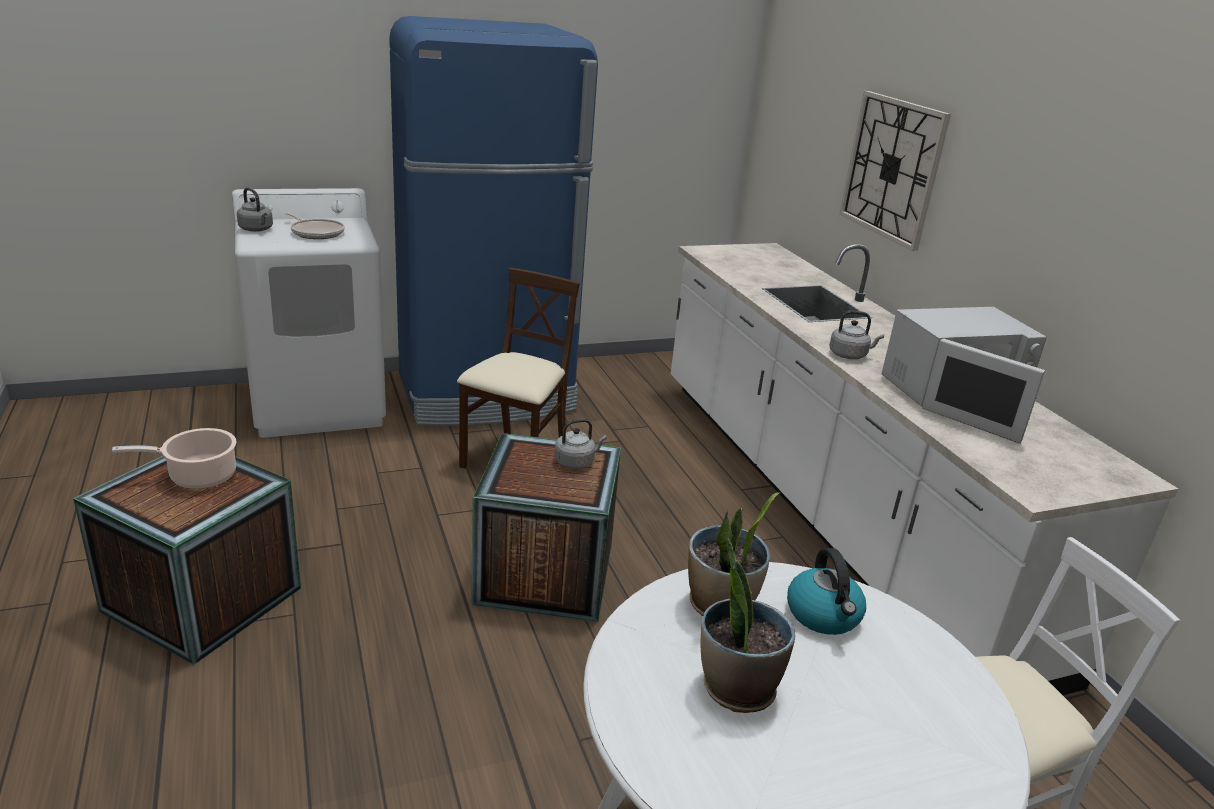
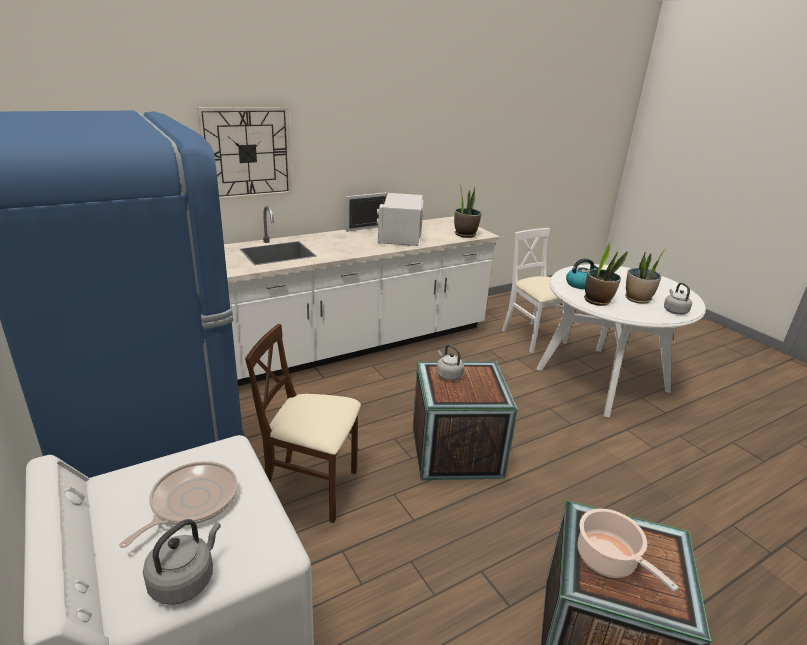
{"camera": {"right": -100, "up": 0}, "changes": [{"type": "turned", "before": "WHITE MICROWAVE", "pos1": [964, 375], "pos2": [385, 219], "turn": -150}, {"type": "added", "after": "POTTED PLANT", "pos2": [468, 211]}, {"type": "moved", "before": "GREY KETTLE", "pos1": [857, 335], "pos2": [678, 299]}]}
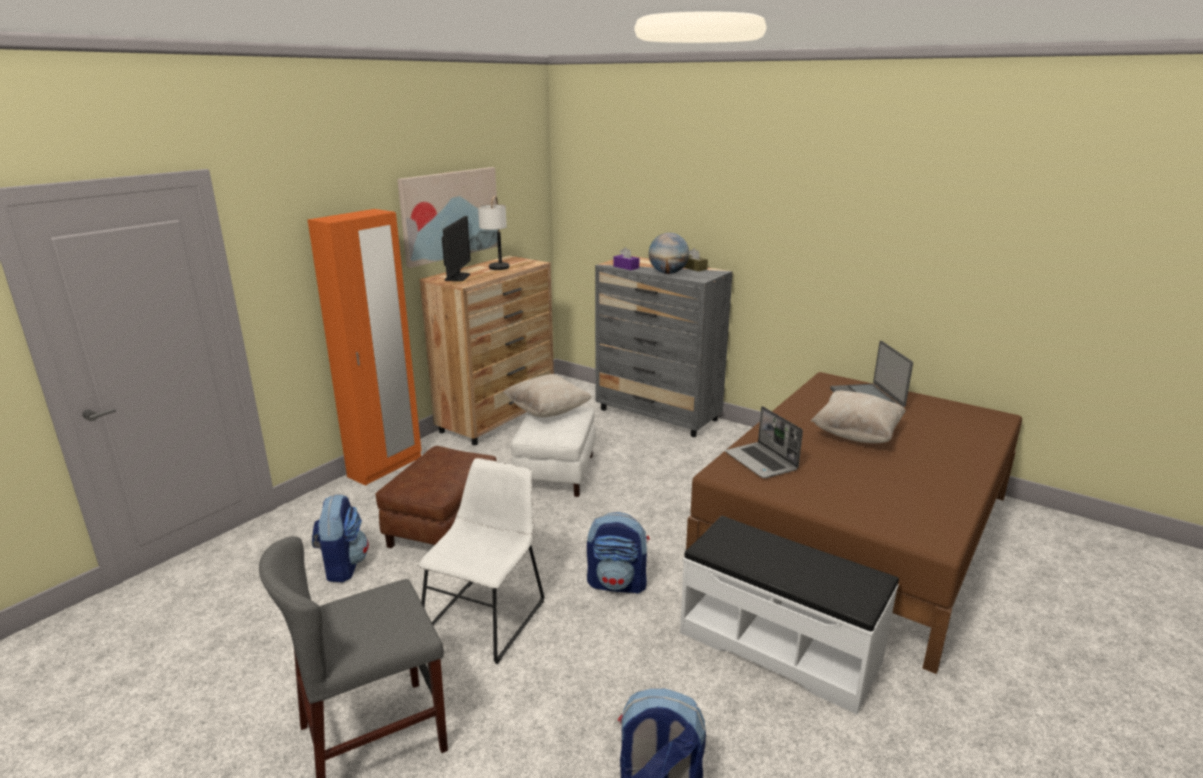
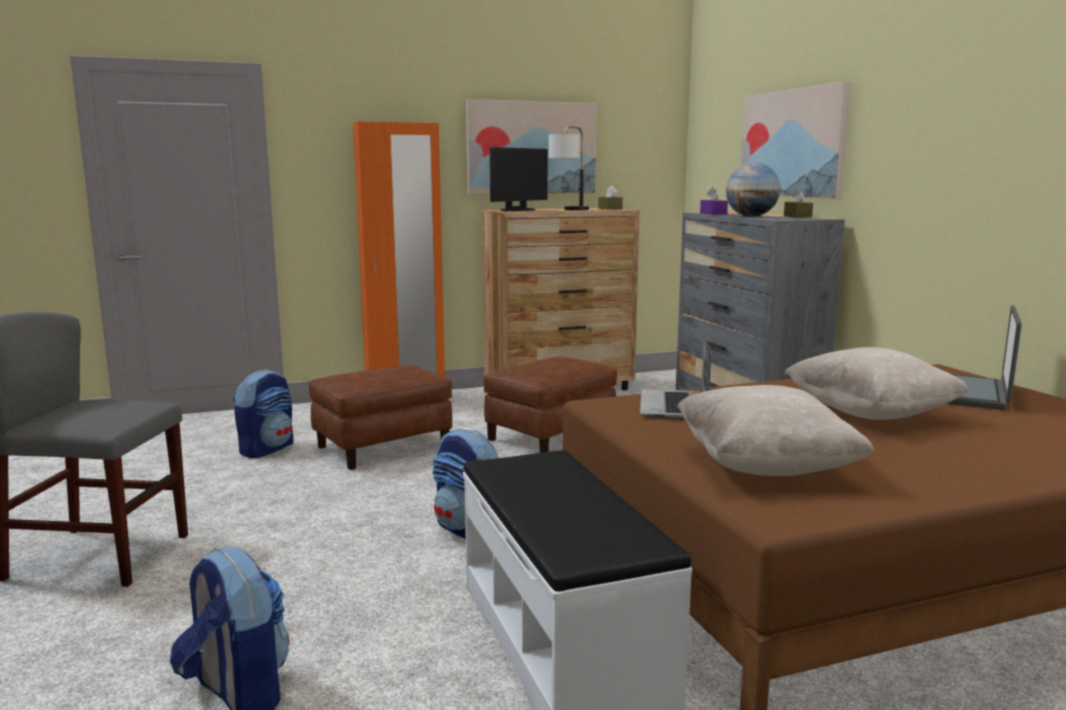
{"camera": {"right": 35, "up": -10}, "changes": [{"type": "recoloured", "before": "WHITE OTTOMAN", "after": "BROWN OTTOMAN", "pos1": [553, 451], "pos2": [550, 405]}, {"type": "added", "after": "BROWN TISSUE BOX", "pos2": [610, 198]}, {"type": "moved", "before": "BEIGE PILLOW", "pos1": [547, 395], "pos2": [775, 430]}, {"type": "added", "after": "PICTURE", "pos2": [796, 139]}, {"type": "removed", "before": "WHITE CHAIR", "pos1": [481, 561]}]}
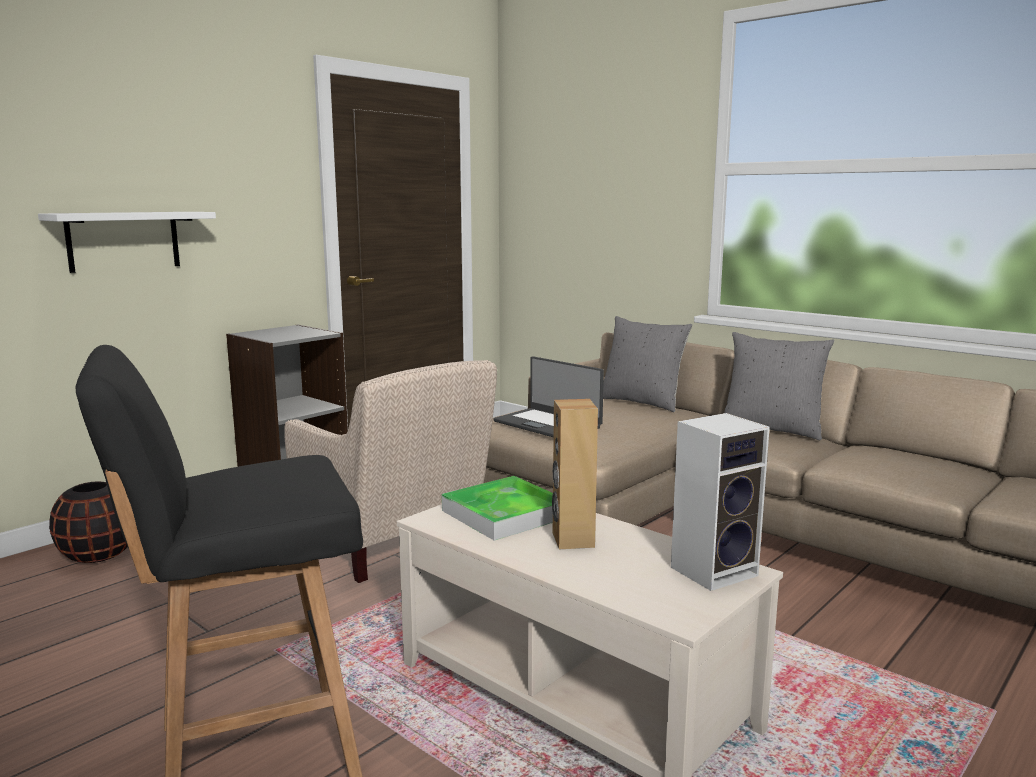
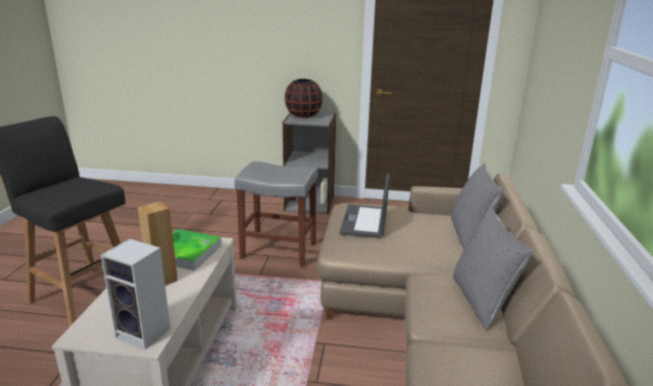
{"camera": {"right": 55, "up": 10}, "changes": [{"type": "replaced", "before": "BEIGE ARMCHAIR", "after": "GREY STOOL", "pos1": [390, 471], "pos2": [276, 214]}, {"type": "moved", "before": "BLACK VASE", "pos1": [88, 522], "pos2": [304, 98]}, {"type": "removed", "before": "WHITE SHELF", "pos1": [127, 242]}]}
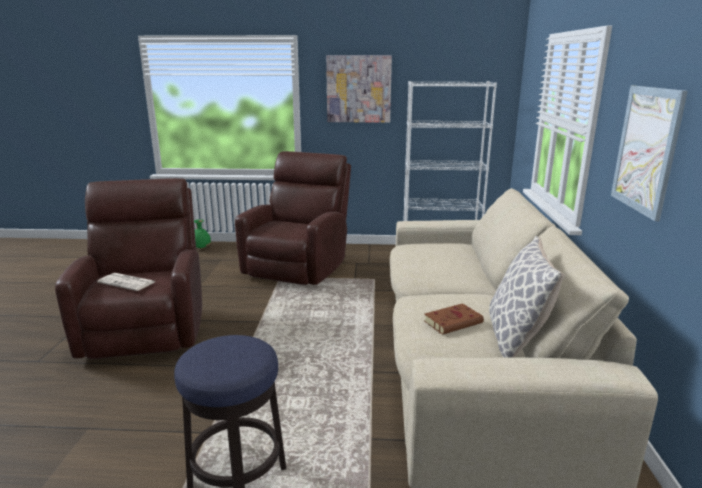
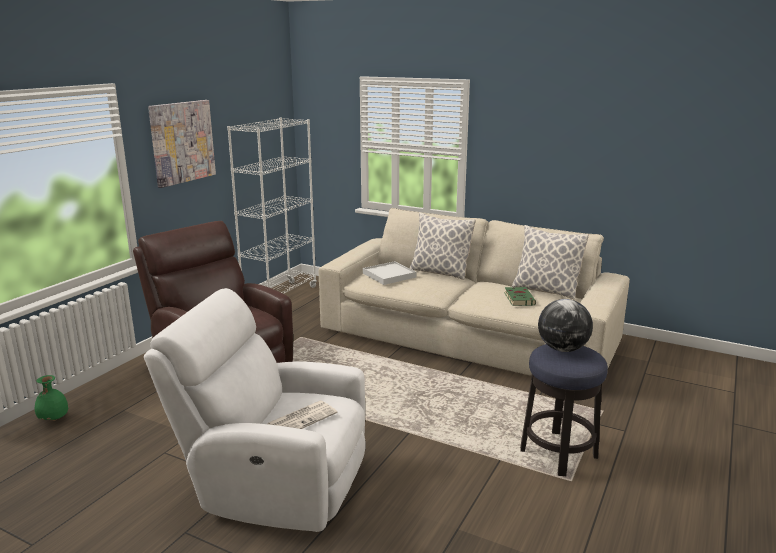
{"camera": {"right": -65, "up": 0}, "changes": [{"type": "recoloured", "before": "BROWN ARMCHAIR", "after": "WHITE ARMCHAIR", "pos1": [128, 268], "pos2": [255, 410]}, {"type": "added", "after": "WHITE TRAY", "pos2": [390, 273]}, {"type": "added", "after": "PILLOW", "pos2": [443, 246]}, {"type": "recoloured", "before": "BROWN BOOK", "after": "GREEN BOOK", "pos1": [454, 319], "pos2": [520, 296]}, {"type": "added", "after": "GLOBE", "pos2": [565, 325]}, {"type": "removed", "before": "PICTURE", "pos1": [649, 153]}]}
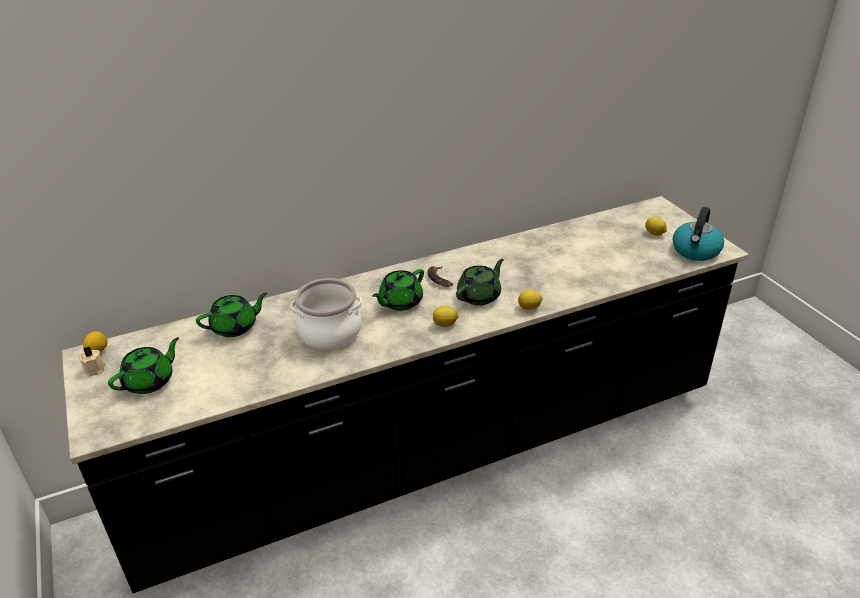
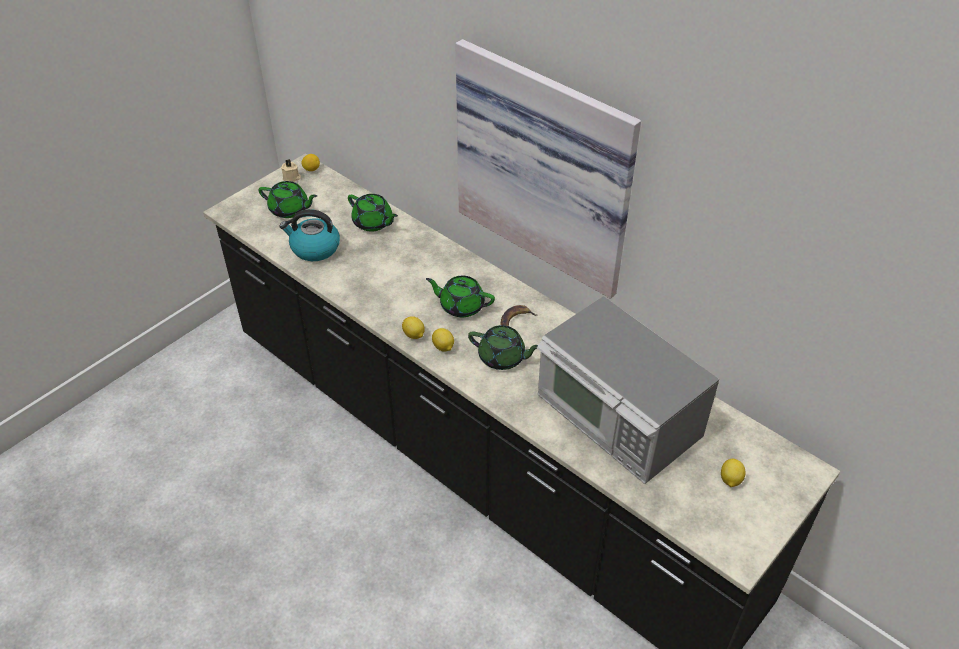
{"camera": {"right": 65, "up": 10}, "changes": [{"type": "moved", "before": "KETTLE", "pos1": [698, 234], "pos2": [310, 235]}, {"type": "moved", "before": "LEMON", "pos1": [530, 299], "pos2": [413, 327]}, {"type": "added", "after": "PICTURE", "pos2": [548, 169]}, {"type": "added", "after": "MICROWAVE", "pos2": [628, 390]}, {"type": "removed", "before": "COOKING POT", "pos1": [326, 314]}]}
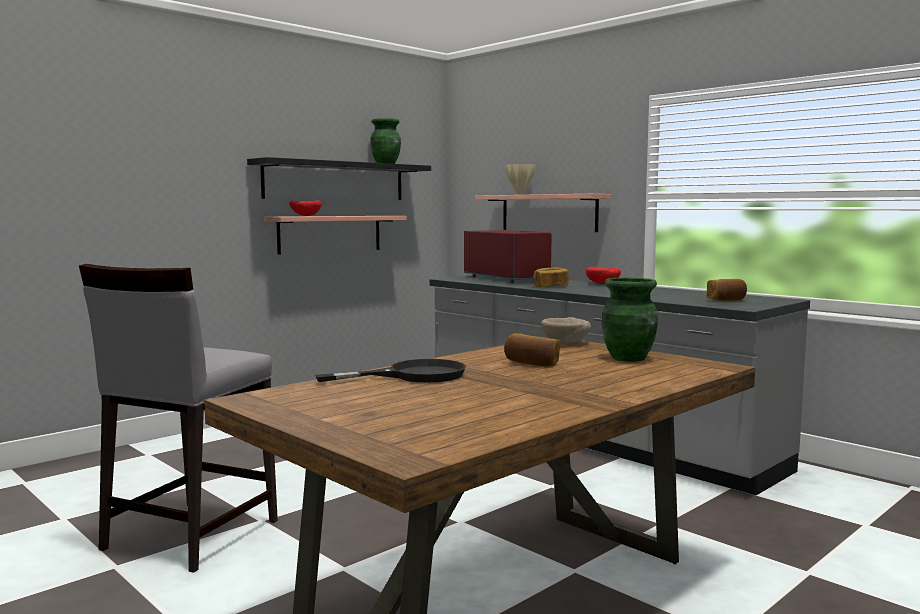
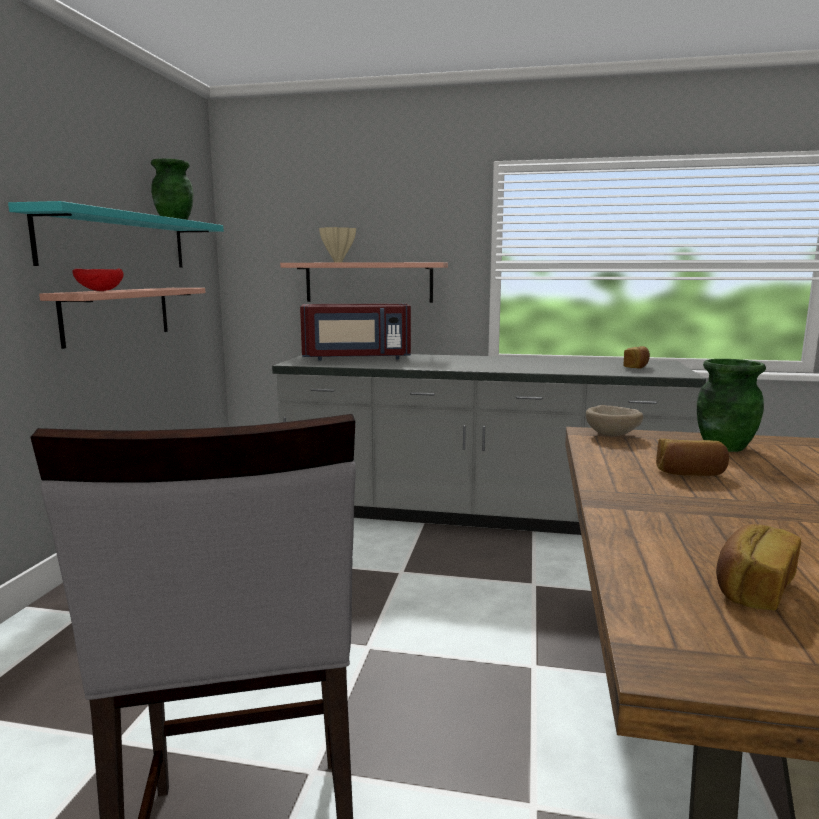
{"camera": {"right": -35, "up": 5}, "changes": [{"type": "recoloured", "before": "BLACK SHELF", "after": "TURQUOISE SHELF", "pos1": [339, 178], "pos2": [116, 234]}, {"type": "turned", "before": "RED MICROWAVE", "pos1": [508, 256], "pos2": [355, 332], "turn": 150}, {"type": "moved", "before": "BREAD", "pos1": [550, 277], "pos2": [758, 567]}, {"type": "removed", "before": "BLACK FRYING PAN", "pos1": [390, 371]}, {"type": "removed", "before": "RED BOWL", "pos1": [603, 275]}]}
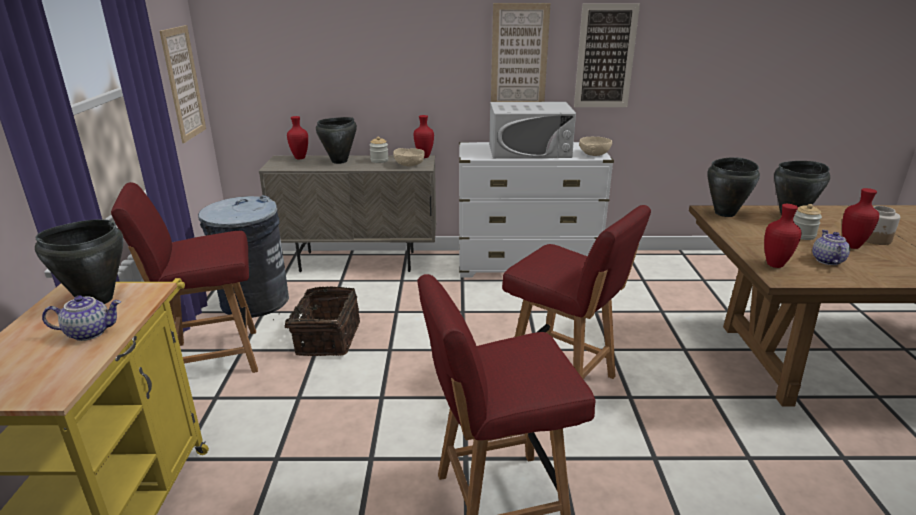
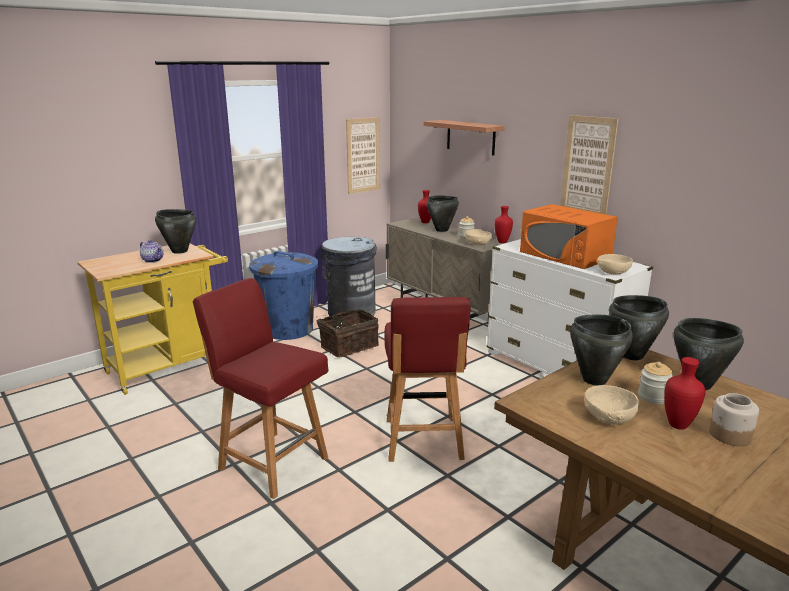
{"camera": {"right": 50, "up": -5}, "changes": [{"type": "replaced", "before": "RED CHAIR", "after": "BLUE TRASH CAN", "pos1": [184, 277], "pos2": [283, 295]}, {"type": "added", "after": "SHELF", "pos2": [464, 137]}, {"type": "recoloured", "before": "WHITE MICROWAVE", "after": "ORANGE MICROWAVE", "pos1": [532, 130], "pos2": [569, 236]}, {"type": "added", "after": "BLACK COOKING POT", "pos2": [601, 350]}, {"type": "replaced", "before": "TEAPOT", "after": "BEIGE BOWL", "pos1": [831, 247], "pos2": [612, 405]}, {"type": "removed", "before": "PICTURE", "pos1": [607, 55]}, {"type": "removed", "before": "RED VASE", "pos1": [783, 236]}]}
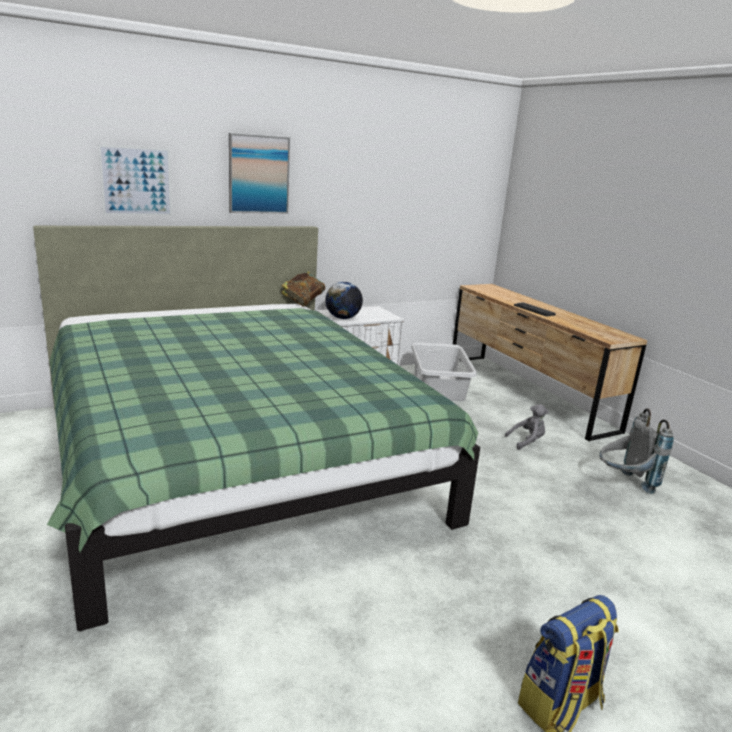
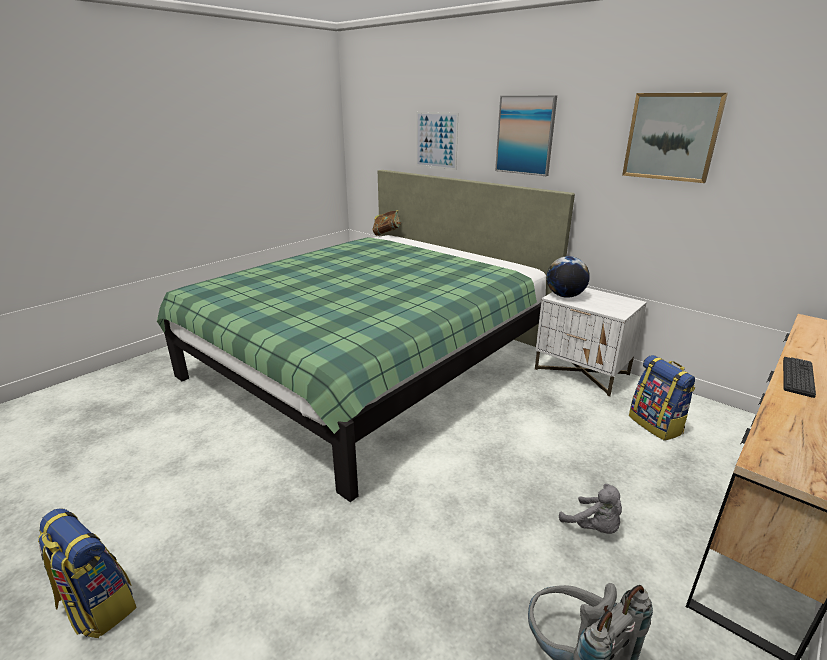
{"camera": {"right": 70, "up": 5}, "changes": [{"type": "moved", "before": "BOOK", "pos1": [303, 289], "pos2": [386, 223]}, {"type": "added", "after": "PICTURE", "pos2": [675, 138]}, {"type": "replaced", "before": "GREY LAUNDRY BASKET", "after": "BACKPACK", "pos1": [444, 372], "pos2": [662, 398]}]}
